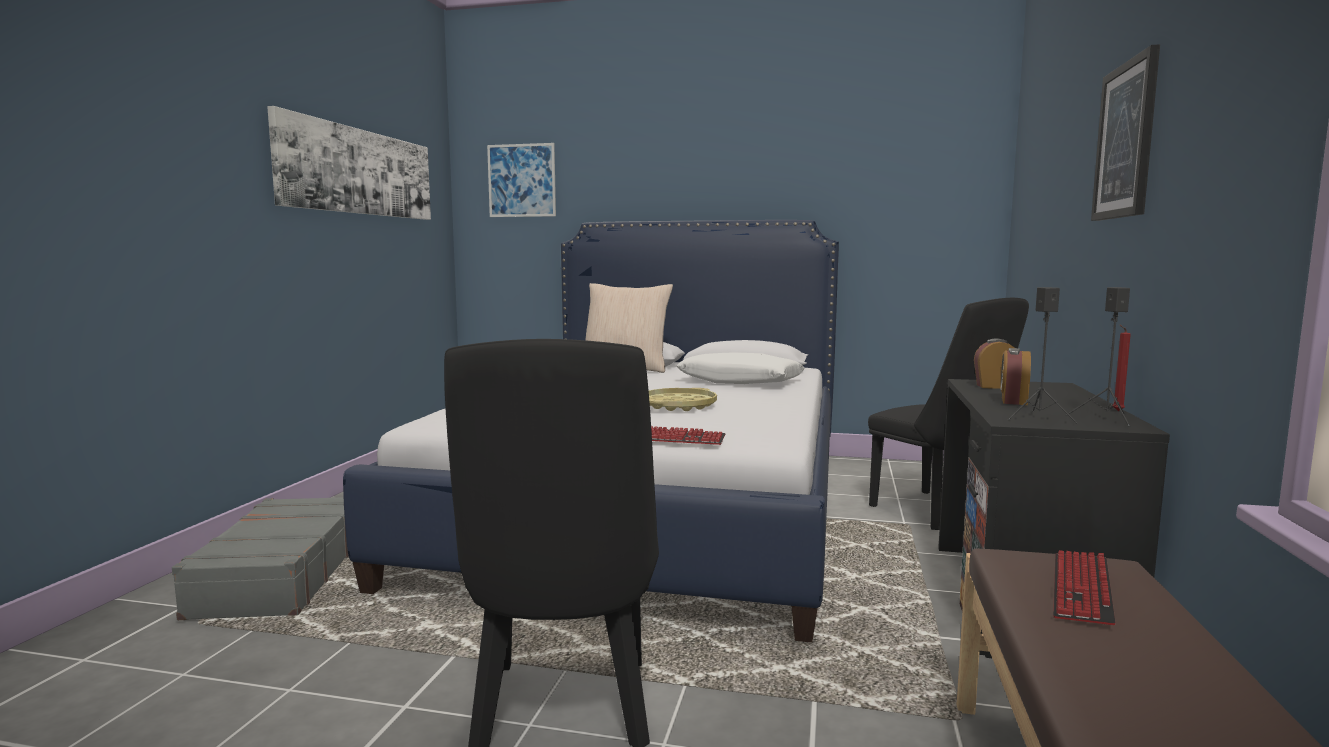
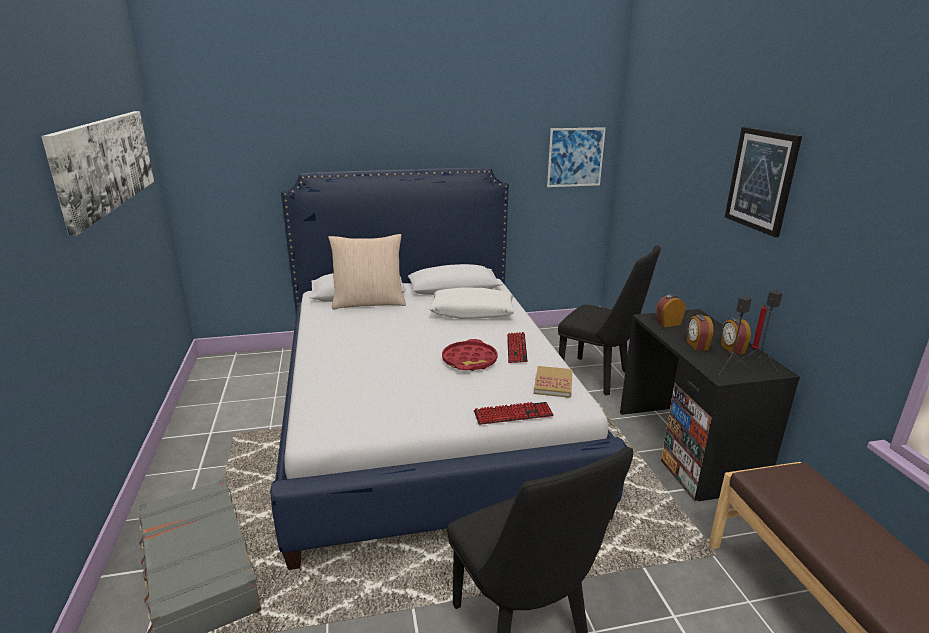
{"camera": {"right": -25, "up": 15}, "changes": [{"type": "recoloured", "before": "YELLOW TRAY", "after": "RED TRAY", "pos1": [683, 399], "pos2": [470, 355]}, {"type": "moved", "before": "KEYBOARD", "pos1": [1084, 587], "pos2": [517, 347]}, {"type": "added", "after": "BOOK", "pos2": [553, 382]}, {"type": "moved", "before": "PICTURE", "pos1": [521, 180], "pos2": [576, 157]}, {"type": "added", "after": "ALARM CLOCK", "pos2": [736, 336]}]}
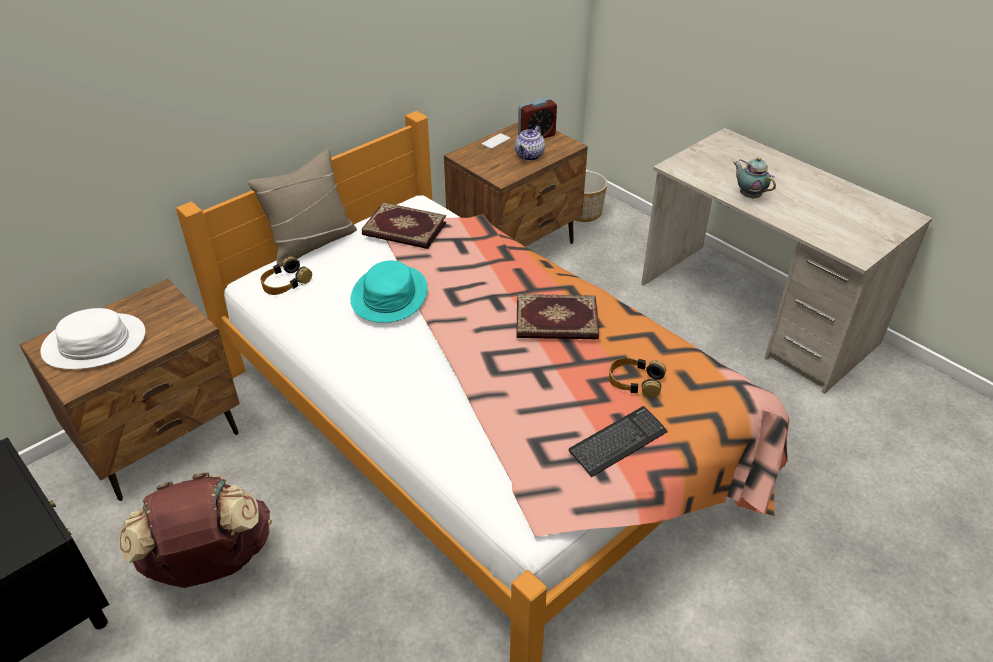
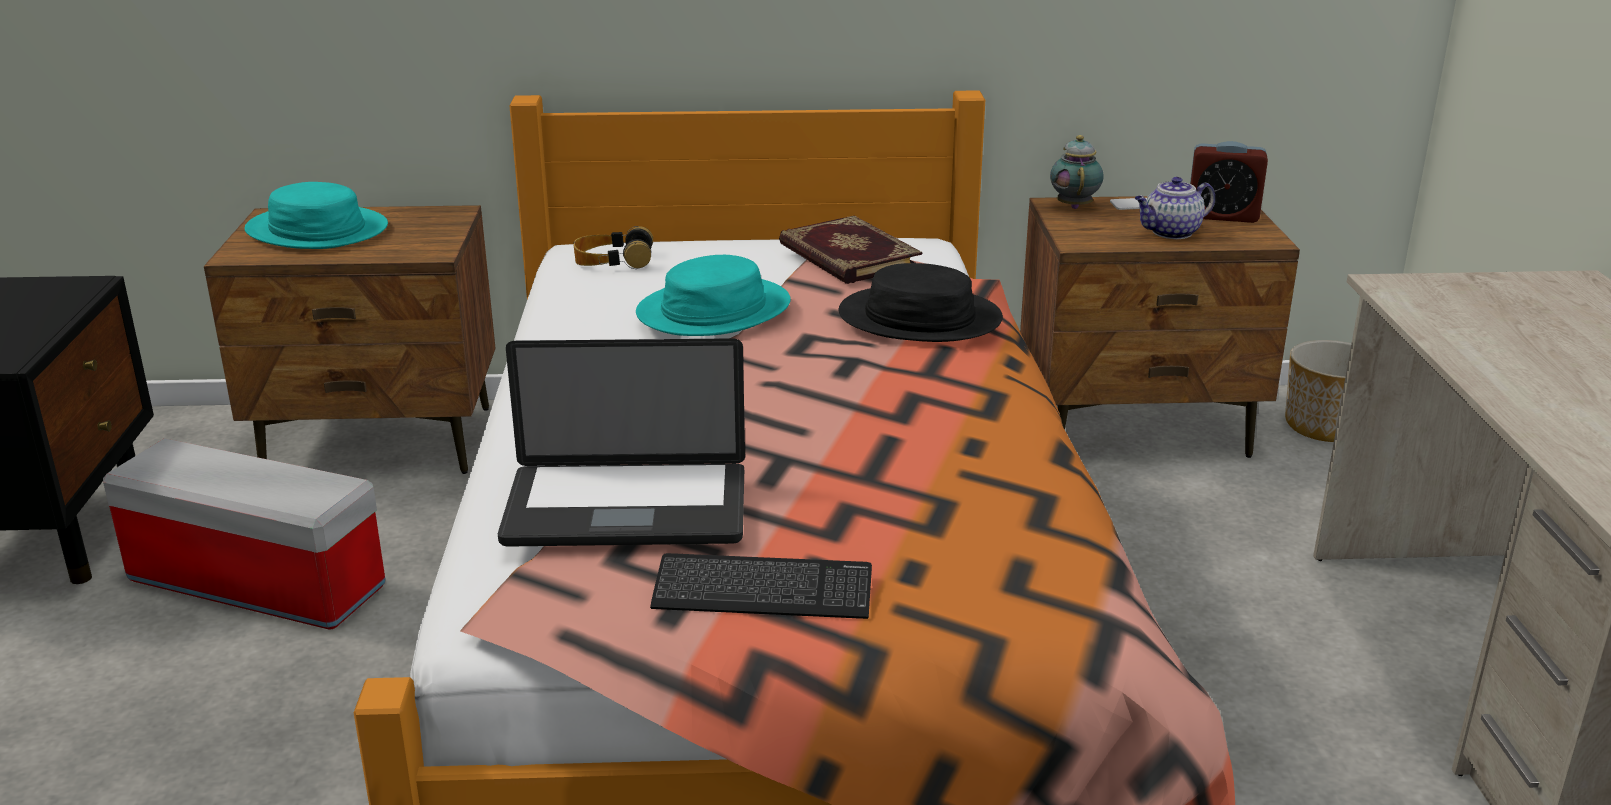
{"camera": {"right": 40, "up": -15}, "changes": [{"type": "replaced", "before": "BROWN BACKPACK", "after": "STORAGE BOX", "pos1": [195, 530], "pos2": [244, 533]}, {"type": "recoloured", "before": "WHITE HAT", "after": "TURQUOISE HAT", "pos1": [92, 338], "pos2": [316, 215]}, {"type": "added", "after": "LAPTOP", "pos2": [621, 442]}, {"type": "added", "after": "BLACK HAT", "pos2": [921, 302]}, {"type": "moved", "before": "TEAPOT", "pos1": [754, 178], "pos2": [1076, 172]}, {"type": "removed", "before": "BEIGE PILLOW", "pos1": [302, 208]}, {"type": "removed", "before": "BOOK", "pos1": [557, 316]}, {"type": "removed", "before": "HEADPHONES", "pos1": [637, 378]}]}
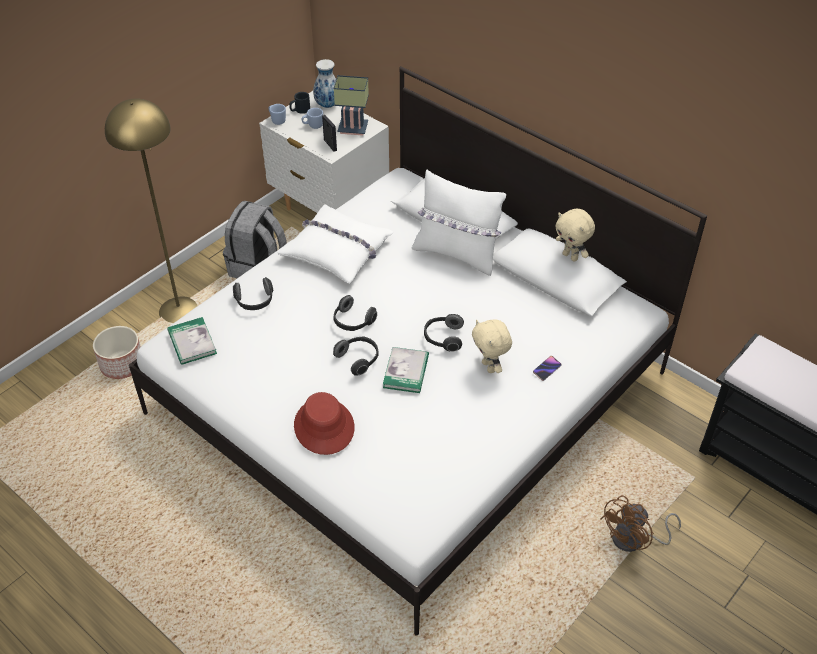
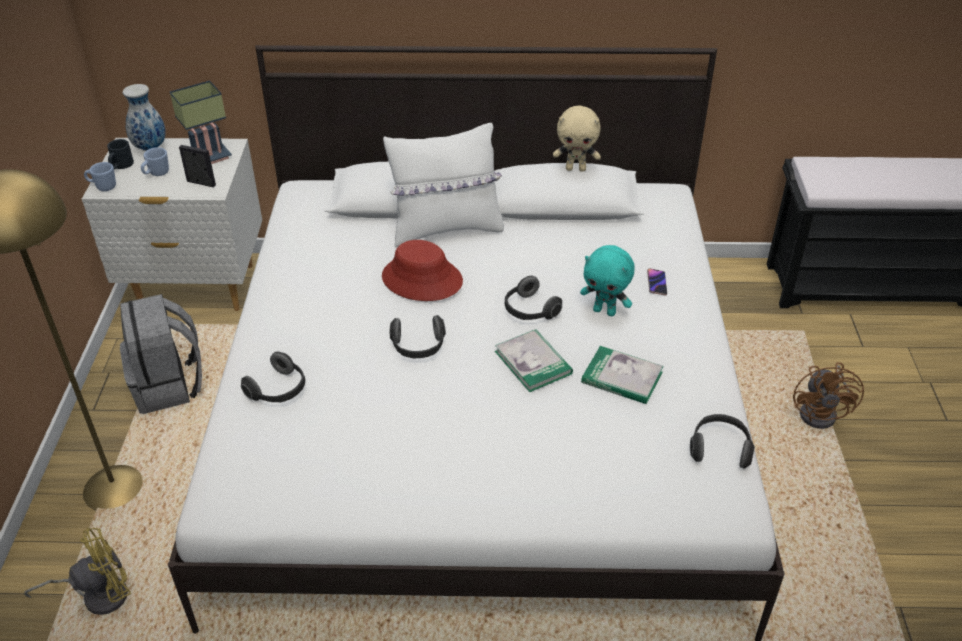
{"camera": {"right": -40, "up": -5}, "changes": [{"type": "replaced", "before": "PLANTER", "after": "YELLOW FAN", "pos1": [117, 352], "pos2": [77, 571]}, {"type": "moved", "before": "RED HAT", "pos1": [324, 423], "pos2": [422, 270]}, {"type": "recoloured", "before": "BEIGE PLUSH TOY", "after": "TURQUOISE PLUSH TOY", "pos1": [492, 346], "pos2": [607, 280]}, {"type": "moved", "before": "BOOK", "pos1": [192, 341], "pos2": [622, 375]}, {"type": "moved", "before": "HEADPHONES", "pos1": [356, 356], "pos2": [722, 441]}, {"type": "removed", "before": "WHITE PILLOW", "pos1": [335, 244]}]}
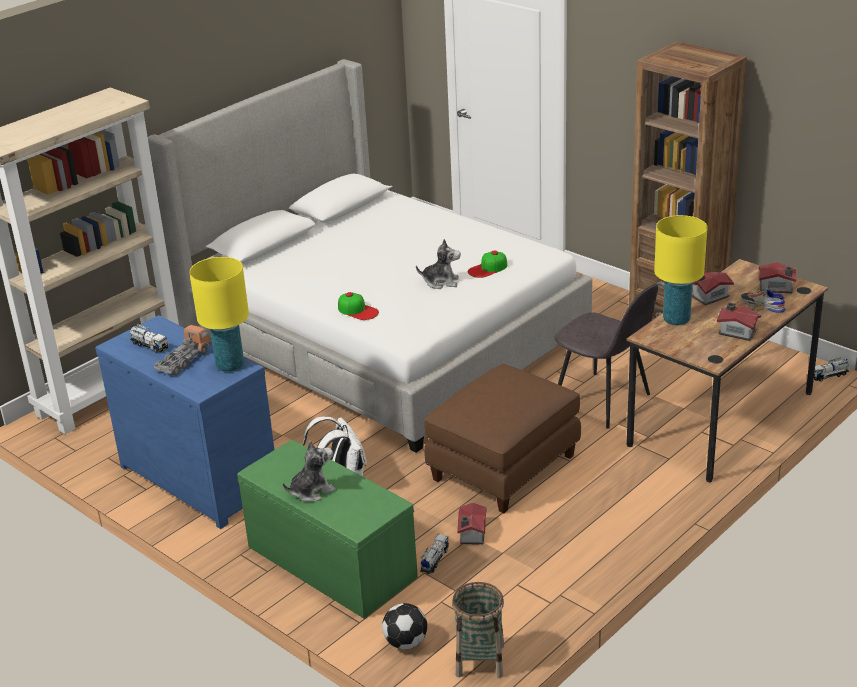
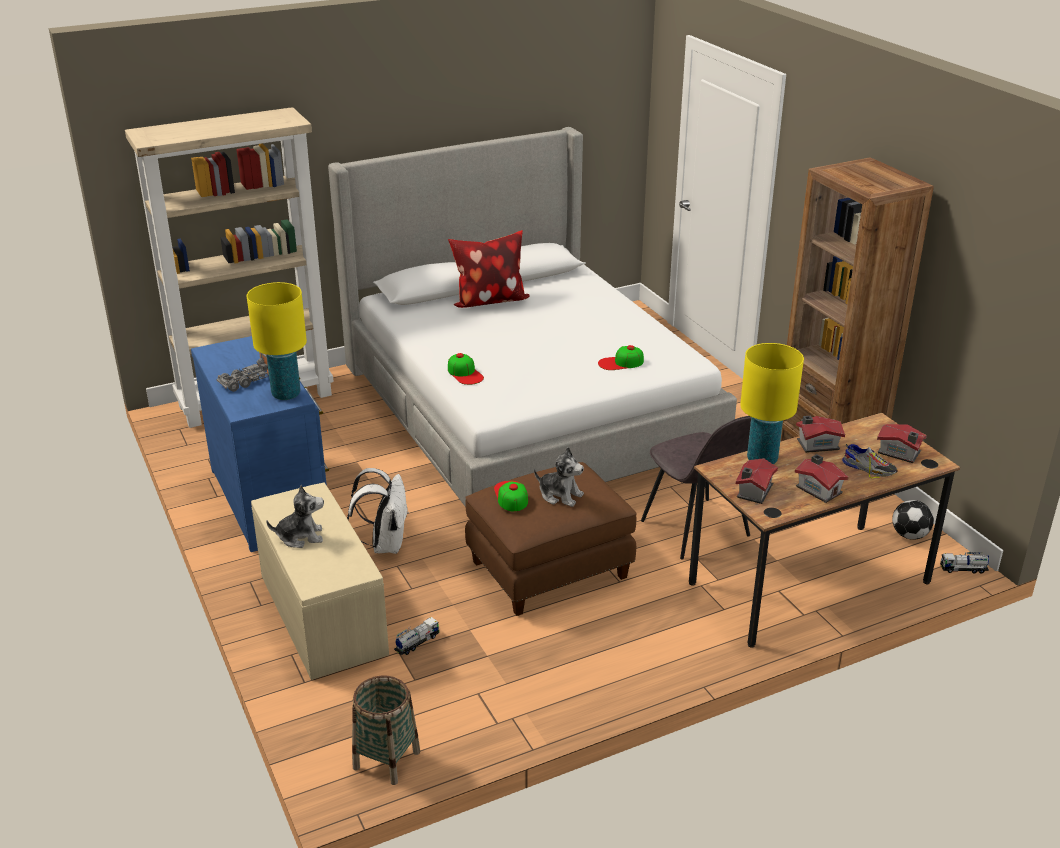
{"camera": {"right": 20, "up": 0}, "changes": [{"type": "recoloured", "before": "GREEN BENCH", "after": "BEIGE BENCH", "pos1": [327, 529], "pos2": [320, 581]}, {"type": "added", "after": "PILLOW", "pos2": [489, 269]}, {"type": "added", "after": "CAP", "pos2": [511, 496]}, {"type": "moved", "before": "PLUSH TOY", "pos1": [438, 264], "pos2": [559, 477]}, {"type": "moved", "before": "TOY HOUSE", "pos1": [472, 523], "pos2": [757, 481]}, {"type": "turned", "before": "SHOE", "pos1": [763, 300], "pos2": [870, 461], "turn": 150}, {"type": "moved", "before": "FOOTBALL", "pos1": [404, 626], "pos2": [913, 520]}, {"type": "removed", "before": "TOY TRUCK", "pos1": [149, 338]}]}
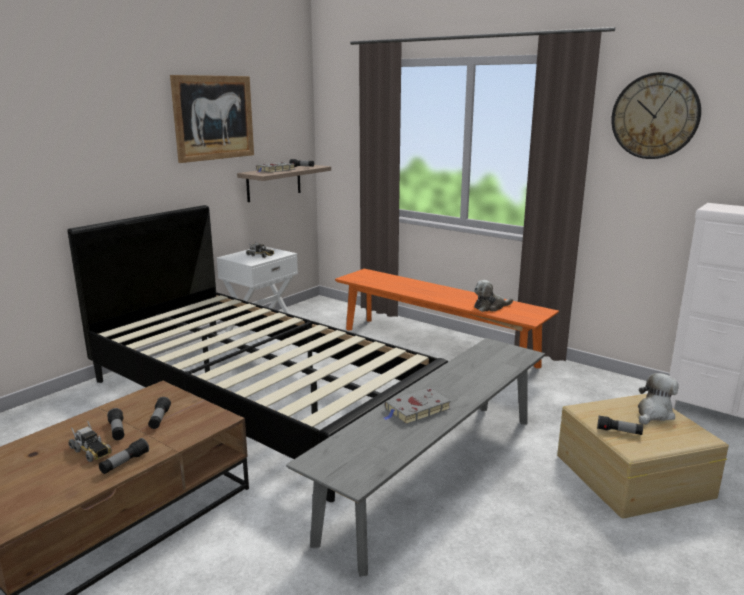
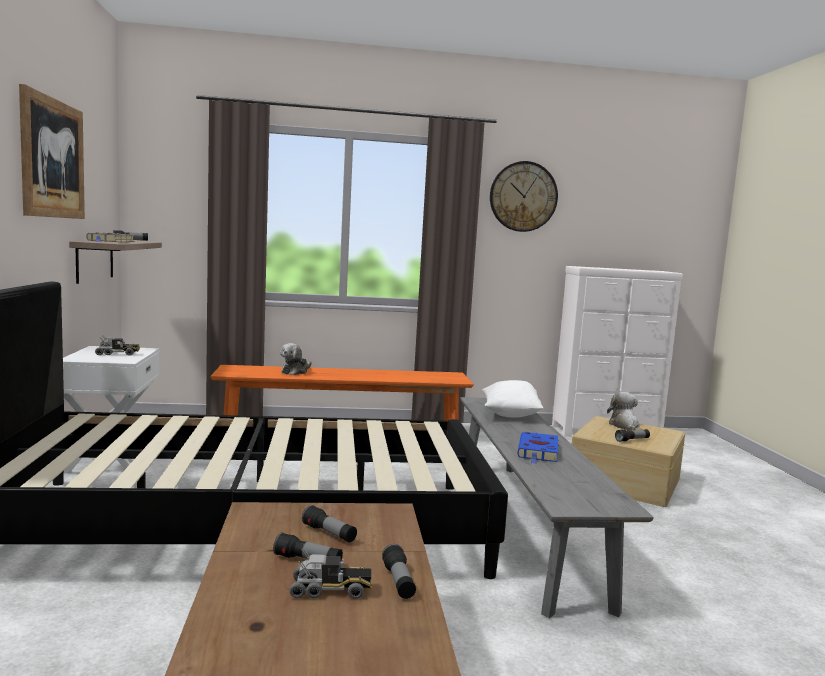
{"camera": {"right": -45, "up": -10}, "changes": [{"type": "moved", "before": "PLUSH TOY", "pos1": [493, 296], "pos2": [296, 359]}, {"type": "added", "after": "WHITE PILLOW", "pos2": [512, 399]}, {"type": "recoloured", "before": "GREY BOOK", "after": "BLUE BOOK", "pos1": [417, 406], "pos2": [538, 448]}]}
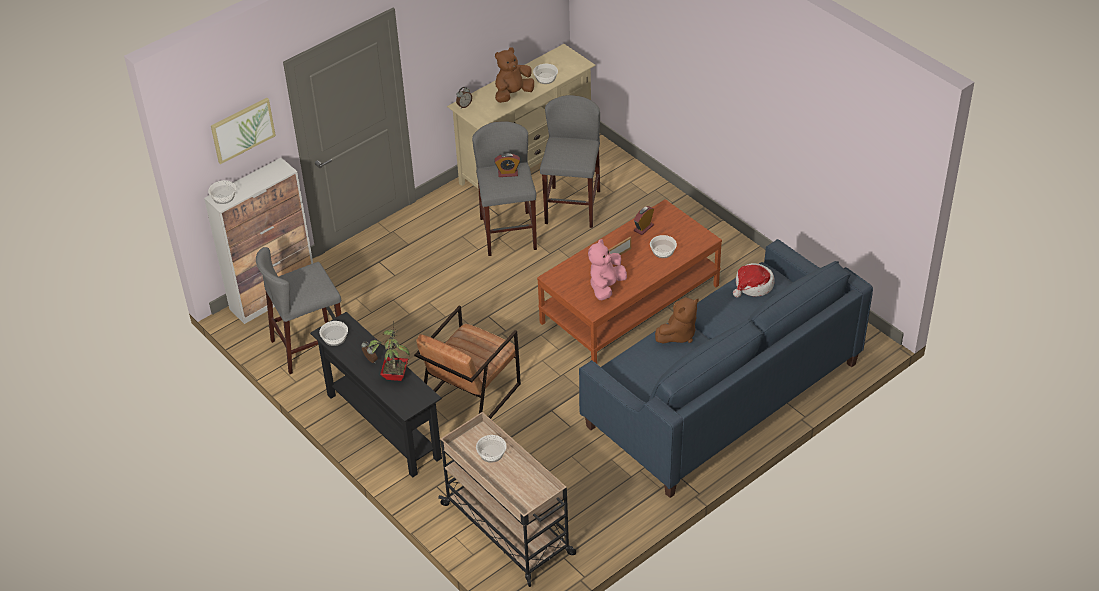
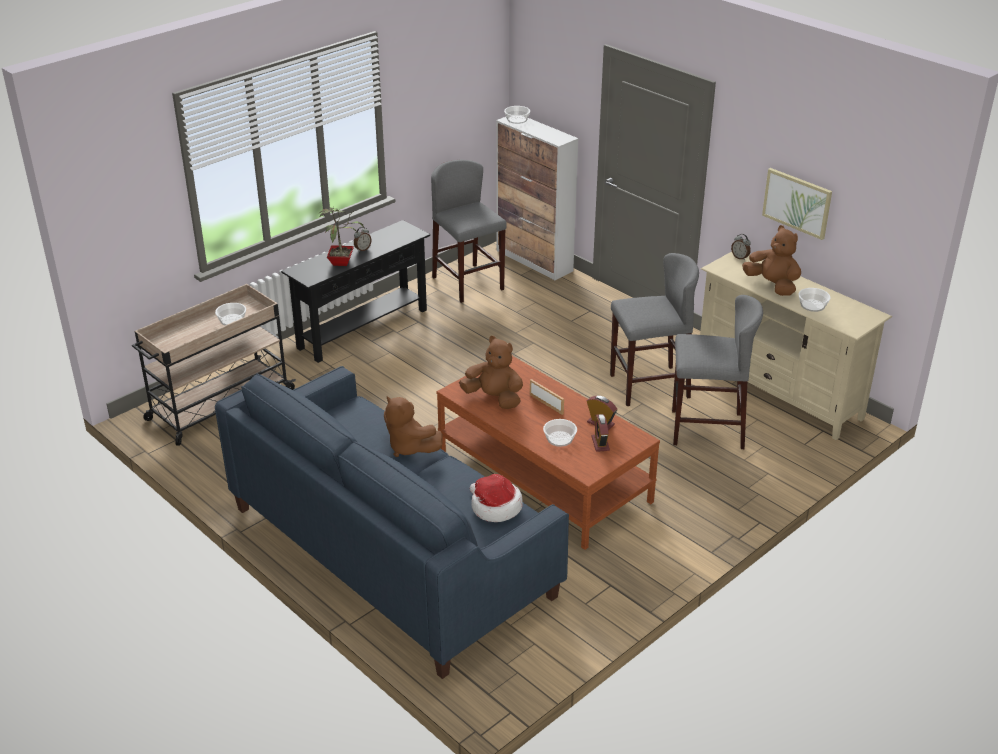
{"camera": {"right": 85, "up": -10}, "changes": [{"type": "recoloured", "before": "PINK PLUSH TOY", "after": "BROWN PLUSH TOY", "pos1": [607, 269], "pos2": [491, 372]}, {"type": "moved", "before": "ALARM CLOCK", "pos1": [507, 165], "pos2": [600, 433]}, {"type": "moved", "before": "PICTURE", "pos1": [243, 131], "pos2": [797, 204]}, {"type": "removed", "before": "BOWL", "pos1": [333, 333]}, {"type": "removed", "before": "BROWN ARMCHAIR", "pos1": [467, 362]}]}
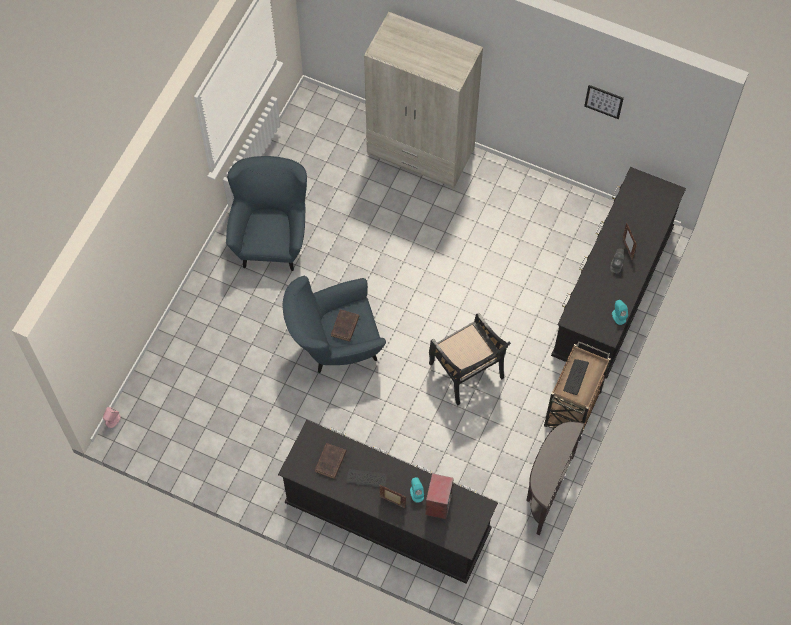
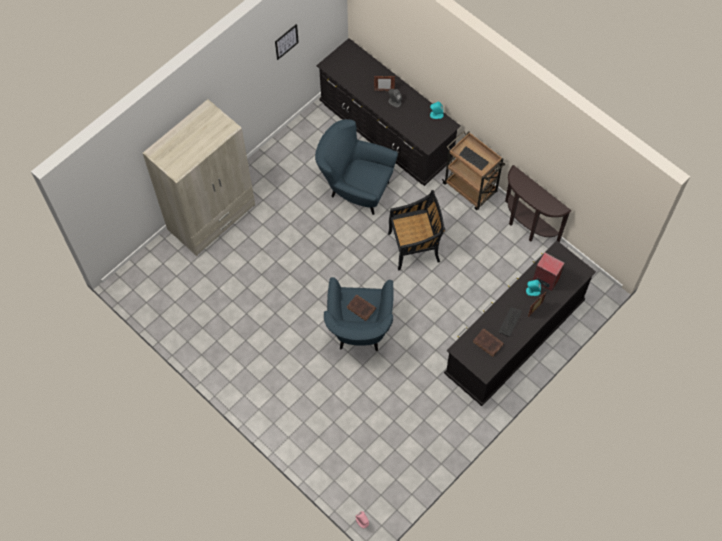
{"camera": {"right": -70, "up": 0}, "changes": [{"type": "moved", "before": "BLUE ARMCHAIR", "pos1": [266, 213], "pos2": [356, 167]}]}
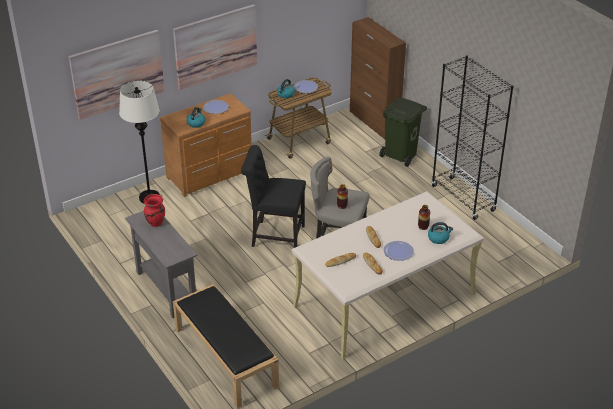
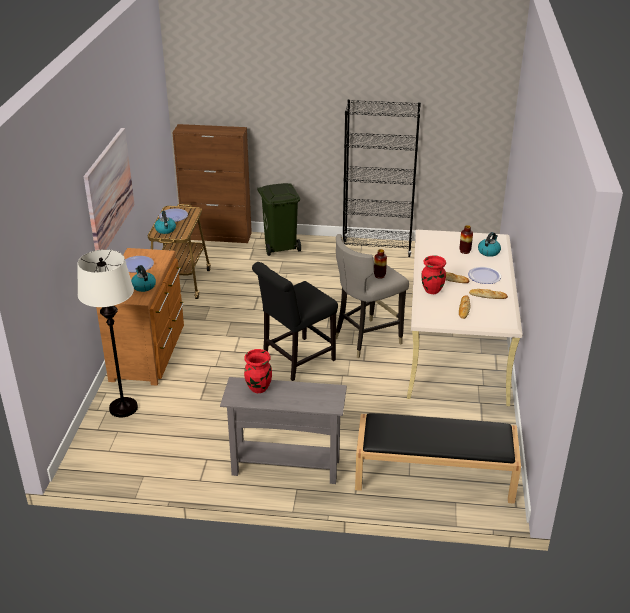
{"camera": {"right": -50, "up": -5}, "changes": [{"type": "added", "after": "RED VASE", "pos2": [434, 274]}, {"type": "removed", "before": "PICTURE", "pos1": [117, 74]}]}
